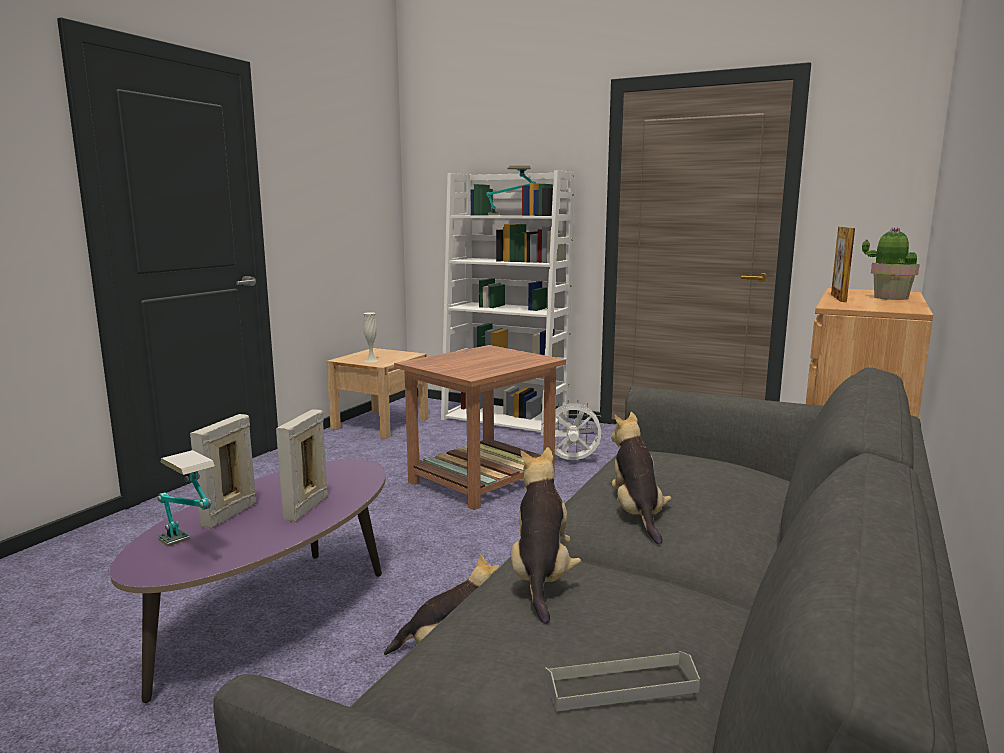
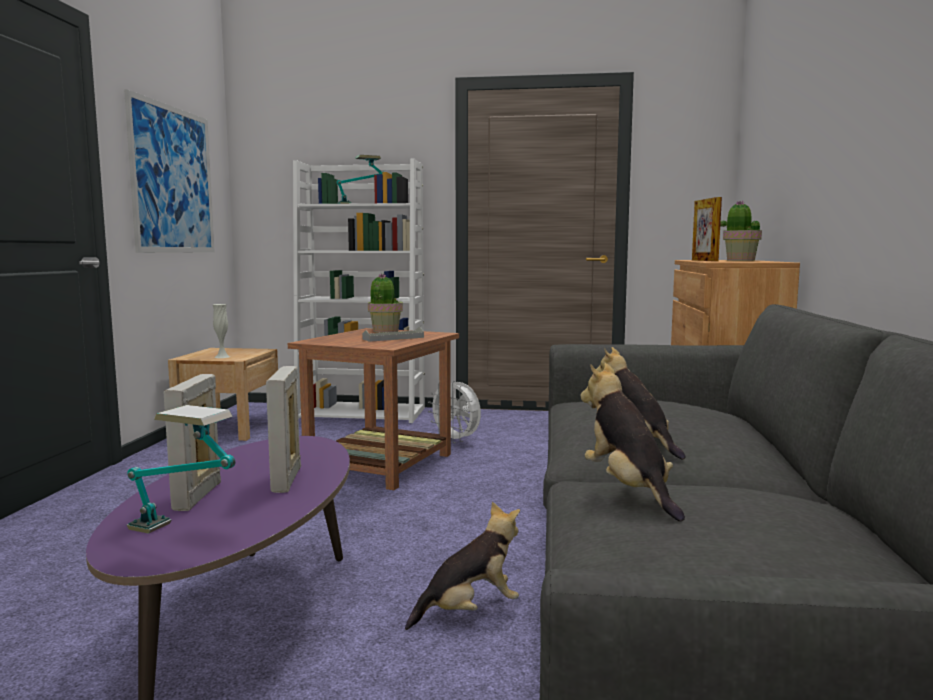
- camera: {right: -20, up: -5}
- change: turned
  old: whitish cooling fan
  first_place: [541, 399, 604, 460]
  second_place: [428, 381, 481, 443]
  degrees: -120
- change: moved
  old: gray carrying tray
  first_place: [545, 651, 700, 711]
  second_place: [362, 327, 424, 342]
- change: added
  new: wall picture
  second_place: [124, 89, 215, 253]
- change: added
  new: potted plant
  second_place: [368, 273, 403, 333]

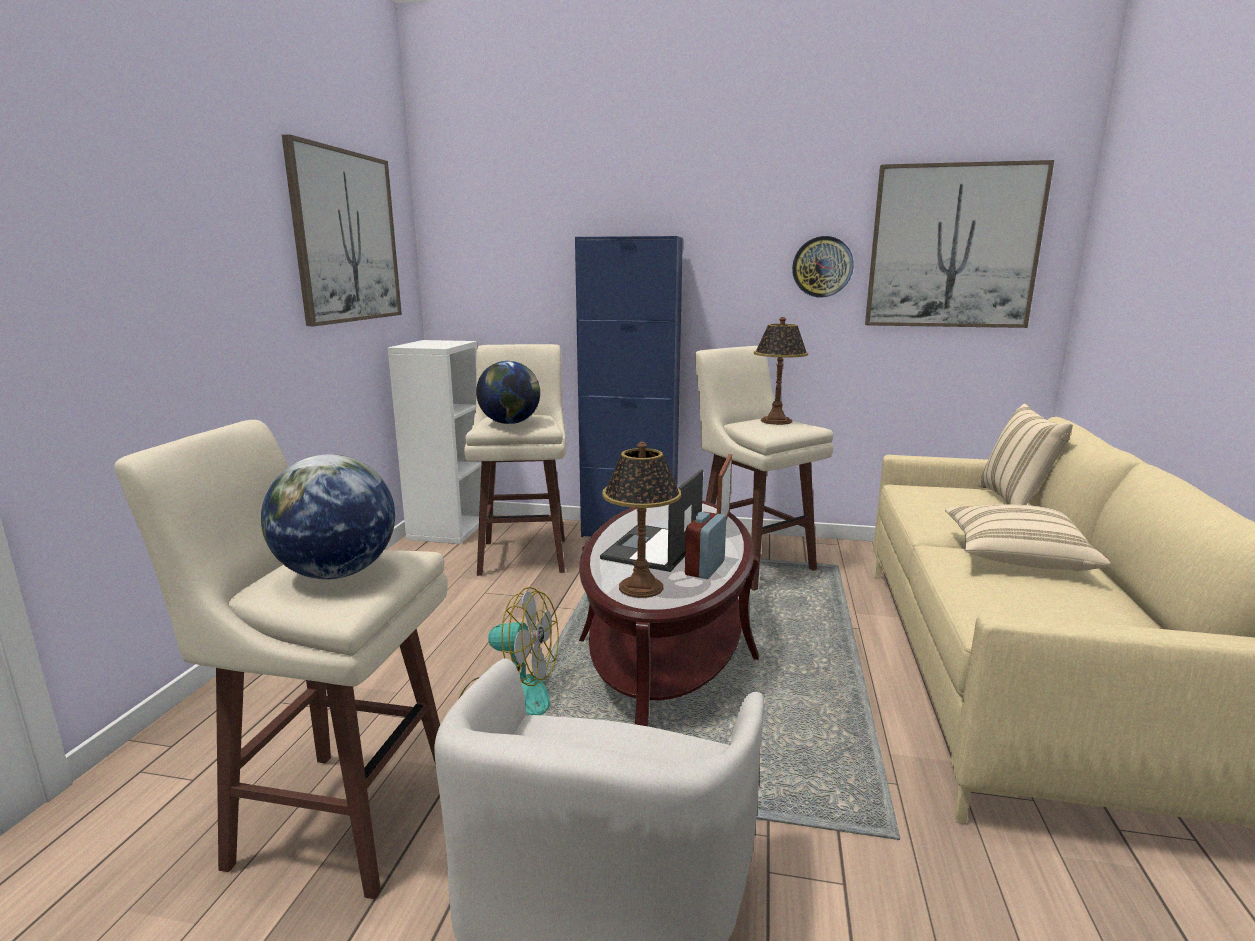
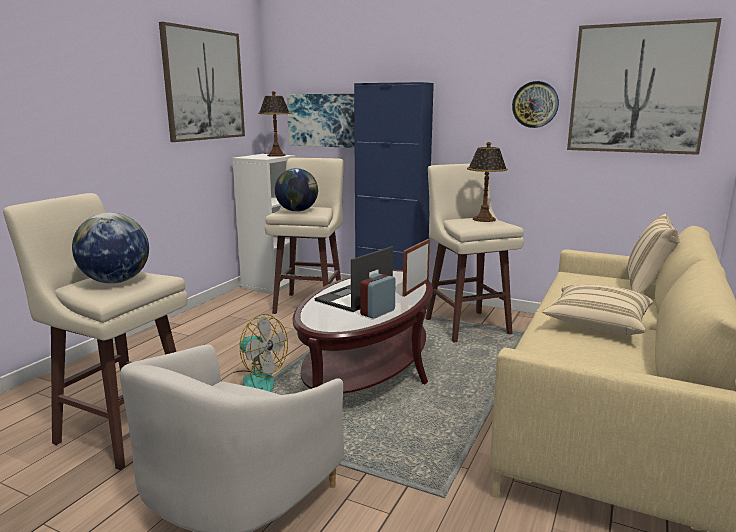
- camera: {right: 15, up: 0}
- change: moved
  old: tabletop lamp
  first_place: [602, 442, 681, 598]
  second_place: [258, 91, 291, 157]
- change: added
  new: wall picture
  second_place: [287, 94, 355, 148]

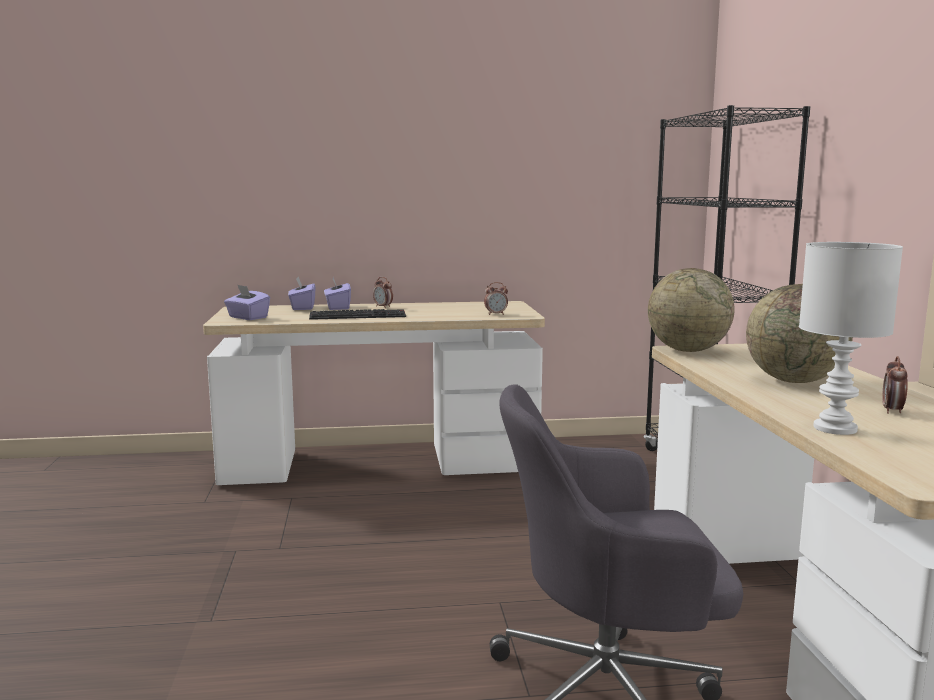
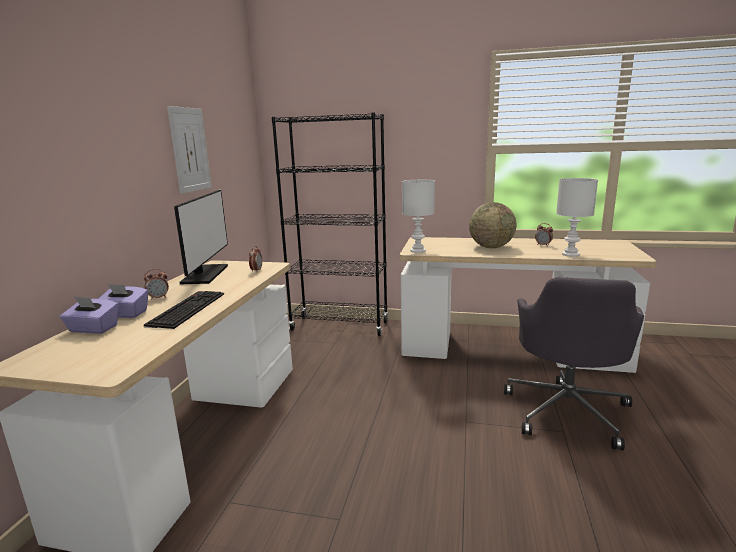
- camera: {right: -70, up: 5}
- change: removed
  old: purplish tissue holder
  first_place: [224, 285, 270, 320]
- change: replaced
  old: desk globe
  new: whitish tabletop lamp
  first_place: [648, 268, 735, 352]
  second_place: [402, 180, 435, 253]
- change: added
  new: wall picture
  second_place: [167, 106, 212, 194]
- change: added
  new: monitor
  second_place: [174, 190, 228, 285]

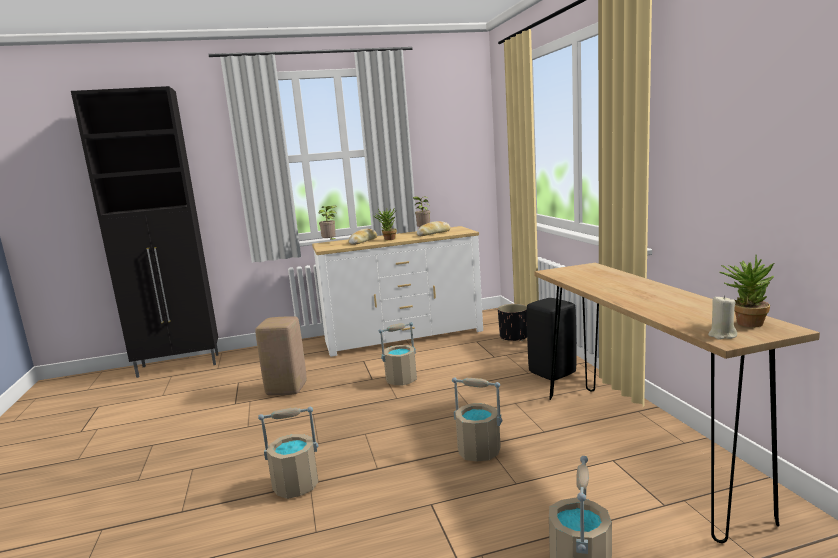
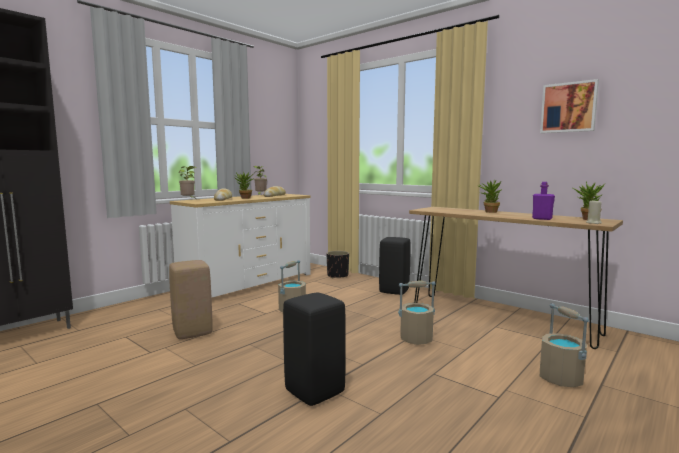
- camera: {right: -35, up: -5}
- change: replaced
  old: sand-coloured water bucket
  new: black-coloured sitting stool
  first_place: [258, 407, 319, 499]
  second_place: [283, 292, 346, 406]
- change: added
  new: potted plant
  second_place: [478, 180, 502, 213]
- change: added
  new: purplish bottle
  second_place: [532, 182, 555, 220]
- change: added
  new: wall picture
  second_place: [540, 79, 599, 133]

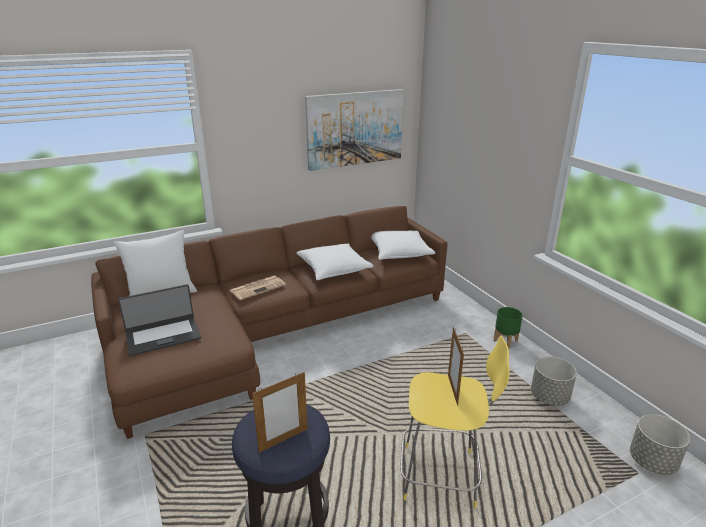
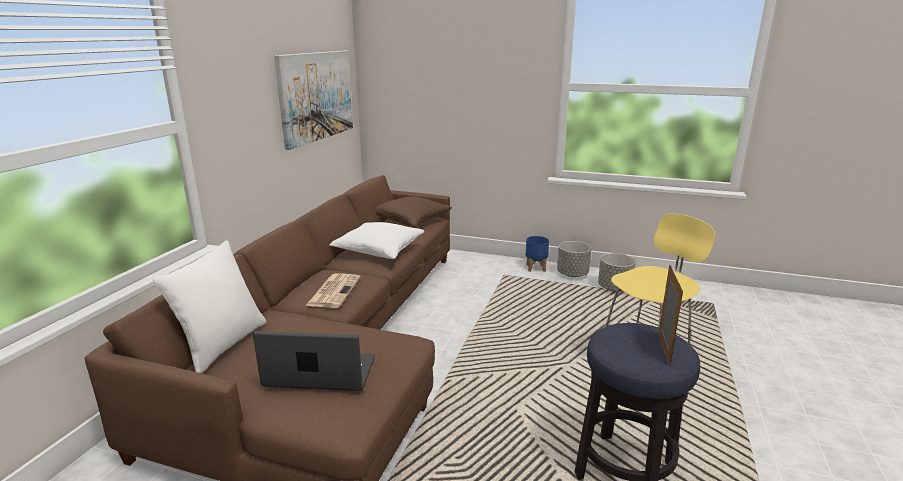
- camera: {right: -45, up: -5}
- change: turned
  old: notebook computer
  first_place: [118, 284, 201, 356]
  second_place: [253, 331, 375, 391]
  degrees: -105
- change: recoloured
  old: whitish pillow
  new: brown-coloured pillow
  first_place: [371, 231, 435, 260]
  second_place: [376, 197, 452, 227]
- change: removed
  old: standing frame
  first_place: [448, 327, 464, 406]
- change: recoloured
  old: green-coloured plant pot
  new: blue plant pot
  first_place: [494, 307, 523, 348]
  second_place: [526, 236, 549, 272]
- change: moved
  old: gray plant pot
  first_place: [630, 414, 690, 475]
  second_place: [557, 241, 591, 277]

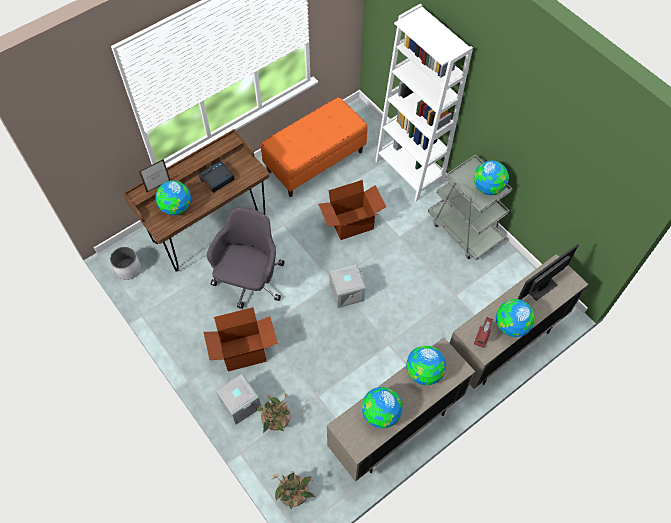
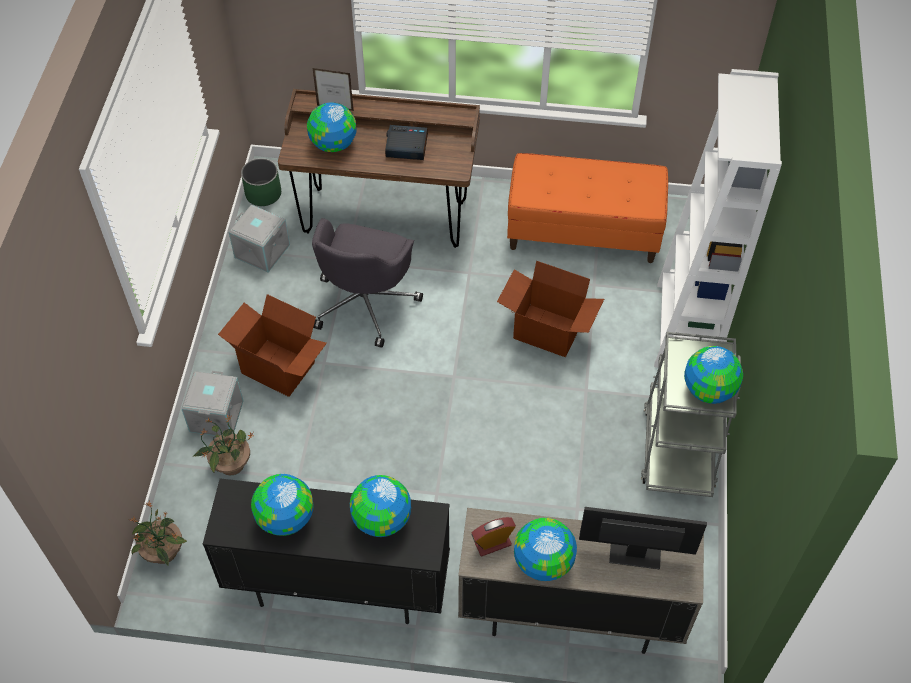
- camera: {right: 45, up: -5}
- change: recoloured
  old: whitish plant pot
  new: green-coloured plant pot
  first_place: [110, 246, 141, 280]
  second_place: [241, 158, 281, 206]
- change: turned
  old: gray computer chair
  first_place: [207, 207, 284, 309]
  second_place: [312, 218, 423, 348]
  degrees: 135
- change: recoloured
  old: sand-coloured cabinet
  new: black-coloured cabinet
  first_place: [327, 337, 475, 482]
  second_place: [203, 479, 450, 624]
- change: moved
  old: gray storage box
  first_place: [329, 264, 366, 308]
  second_place: [228, 204, 290, 272]

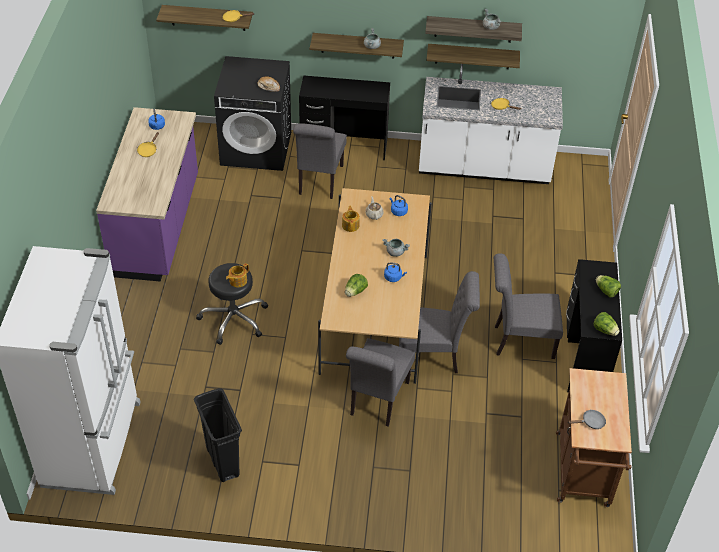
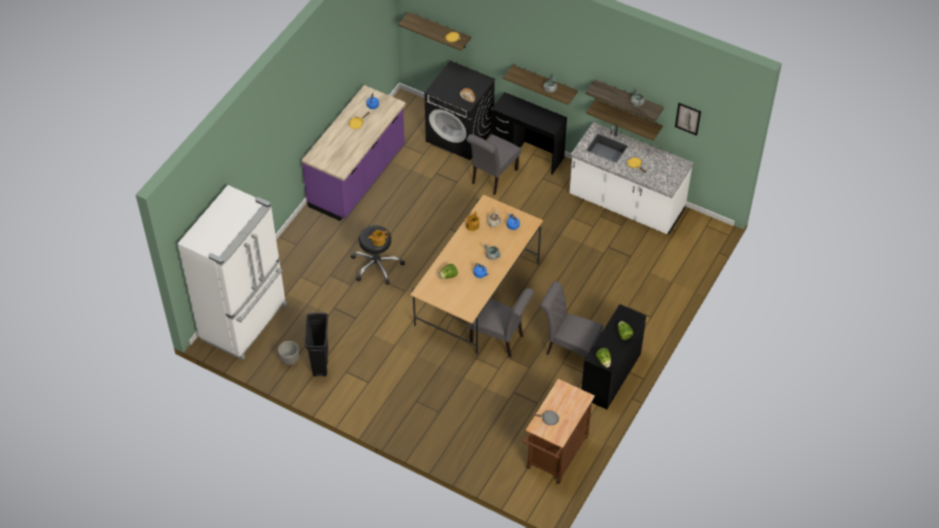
- camera: {right: 25, up: 5}
- change: removed
  old: gray plain chair
  first_place: [346, 338, 415, 427]
- change: added
  new: plant pot
  second_place: [278, 341, 299, 365]
- change: added
  new: wall picture
  second_place: [675, 103, 701, 136]

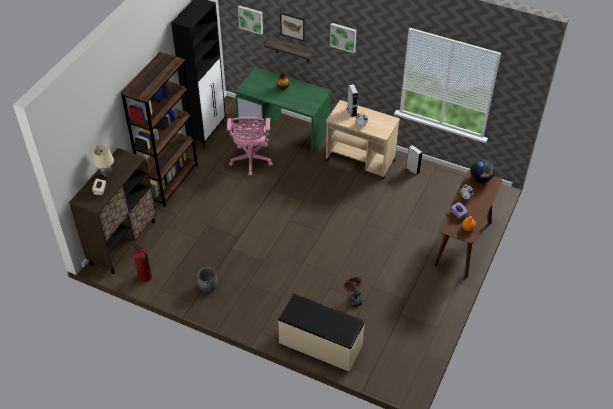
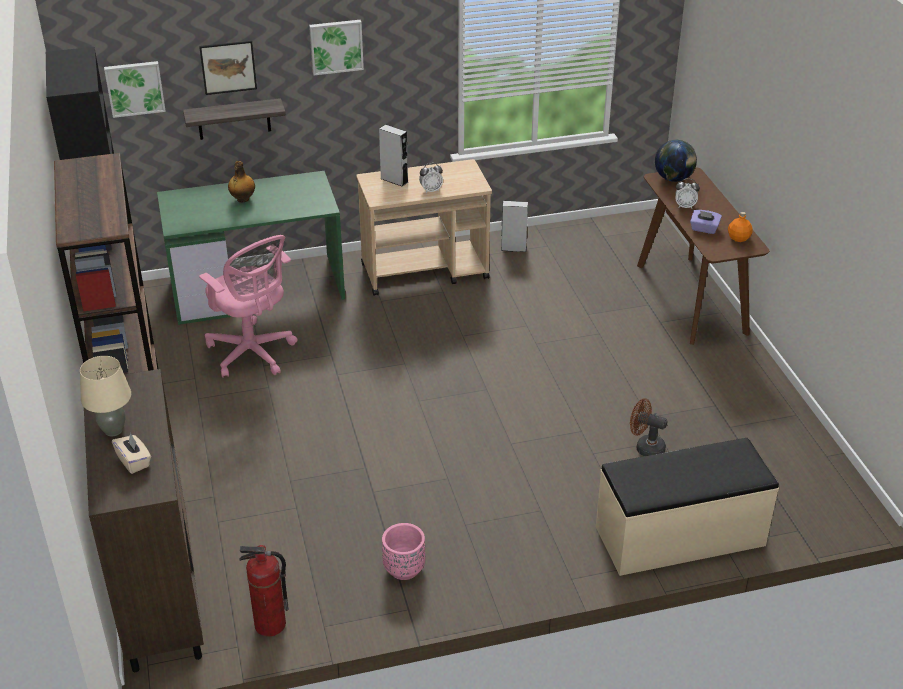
- camera: {right: -40, up: -10}
- change: recoloured
  old: gray plant pot
  new: pink plant pot
  first_place: [197, 267, 218, 292]
  second_place: [382, 523, 425, 580]

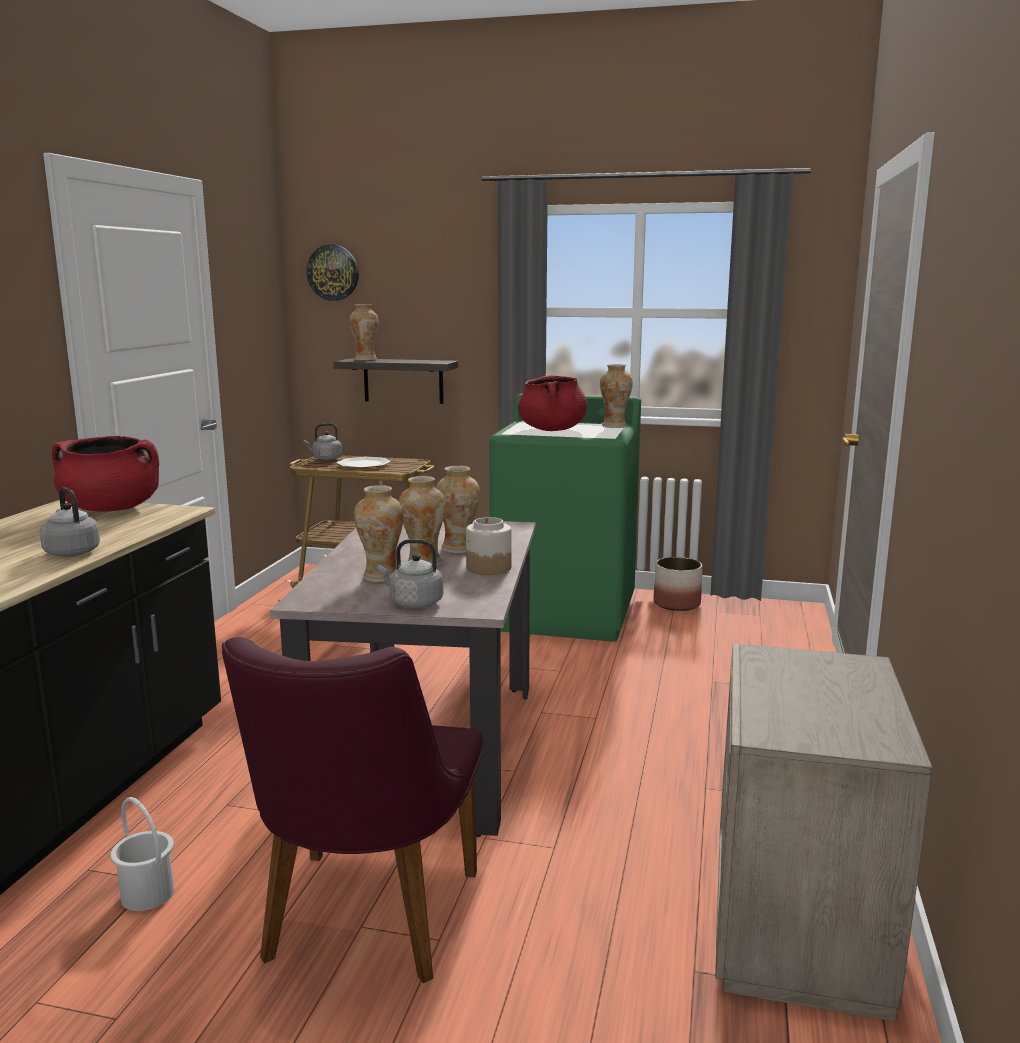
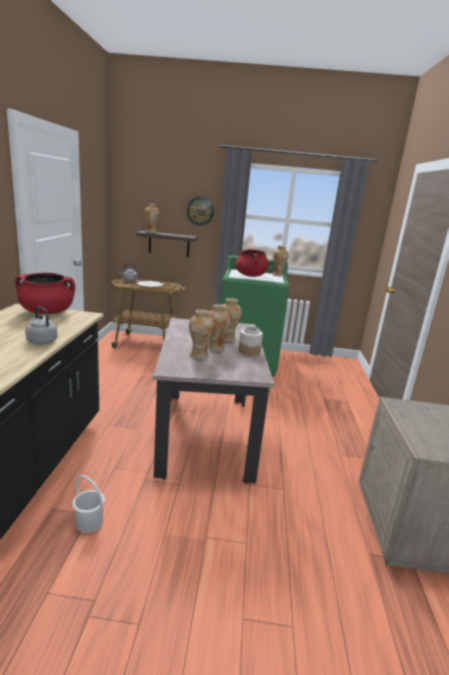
- camera: {right: -10, up: 5}
- change: removed
  old: purplish plain chair
  first_place: [222, 637, 483, 983]
- change: moved
  old: clock on the wall
  first_place: [306, 245, 359, 301]
  second_place: [186, 197, 214, 226]
- change: removed
  old: gray water kettle
  first_place: [377, 539, 444, 608]
- change: removed
  old: plant pot
  first_place: [654, 557, 703, 611]

